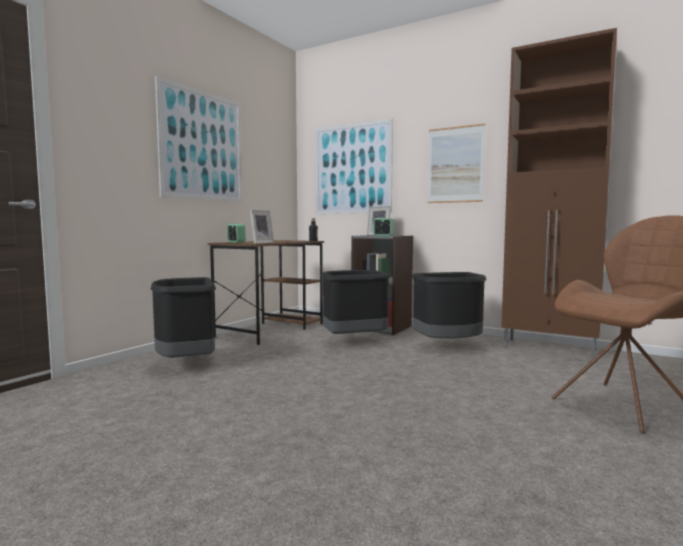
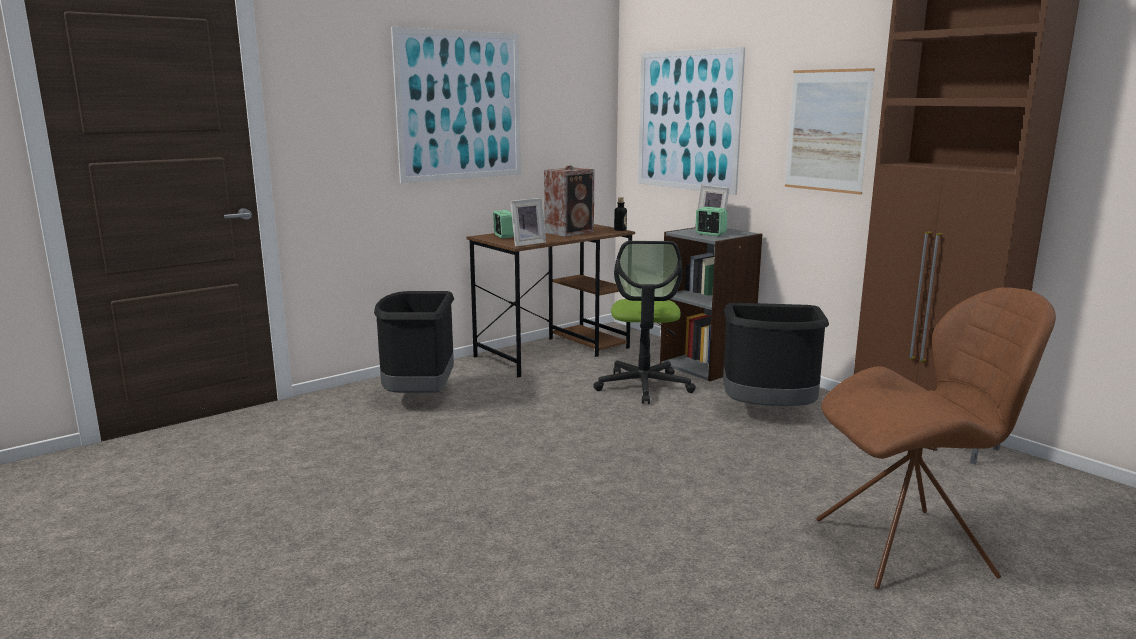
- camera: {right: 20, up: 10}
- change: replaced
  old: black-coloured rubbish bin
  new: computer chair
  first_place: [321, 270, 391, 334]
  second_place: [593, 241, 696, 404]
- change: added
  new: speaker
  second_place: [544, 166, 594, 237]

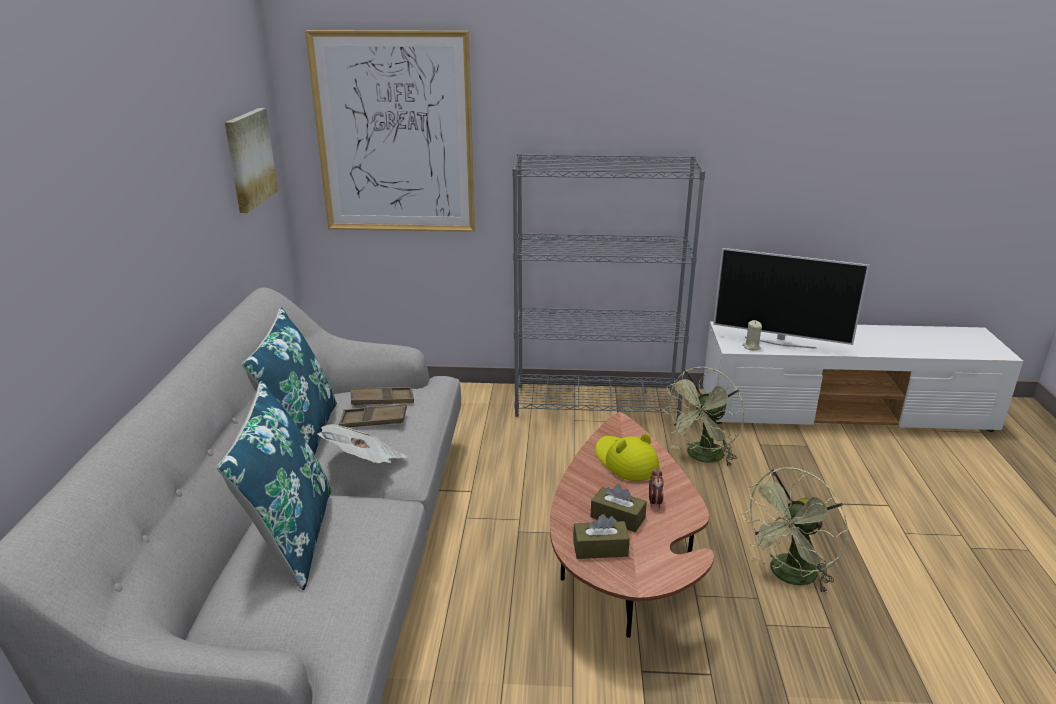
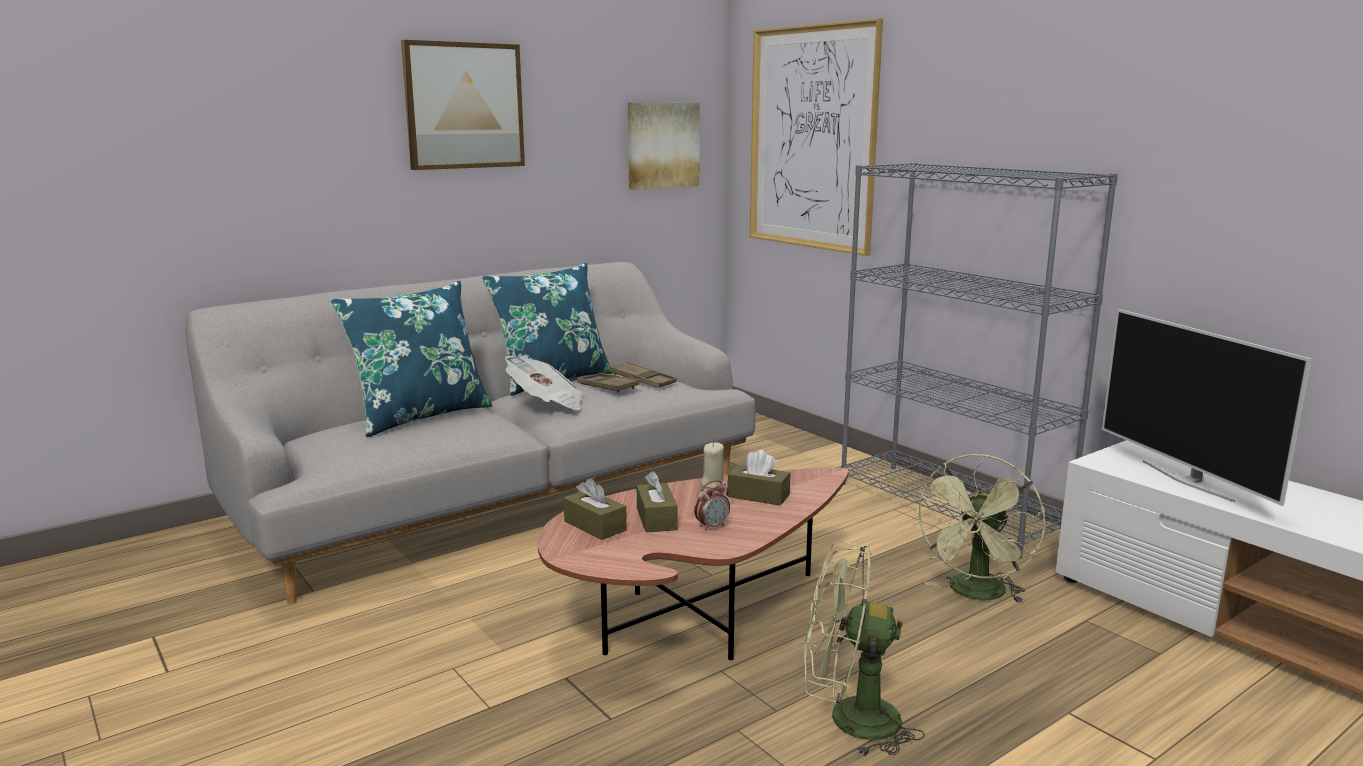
- camera: {right: 50, up: -10}
- change: replaced
  old: yellowish hat
  new: brown-coloured tissue holder
  first_place: [595, 433, 659, 481]
  second_place: [728, 450, 791, 506]
- change: turned
  old: green-coloured cooling fan
  first_place: [663, 367, 745, 467]
  second_place: [913, 454, 1045, 604]
  degrees: -60
- change: moved
  old: sand-coloured wax candle
  first_place: [743, 320, 762, 351]
  second_place: [700, 442, 726, 489]
- change: added
  new: wall picture
  second_place: [401, 40, 525, 170]

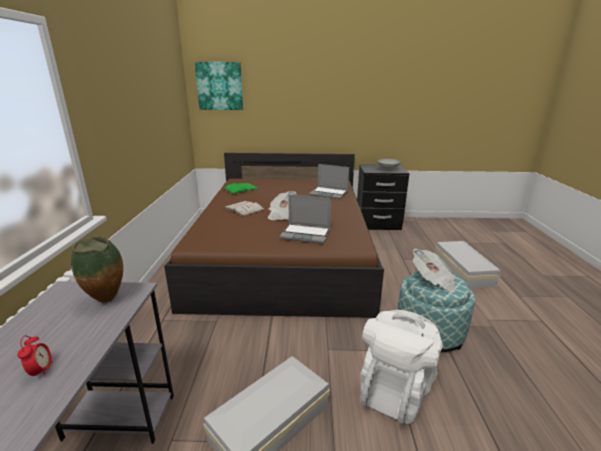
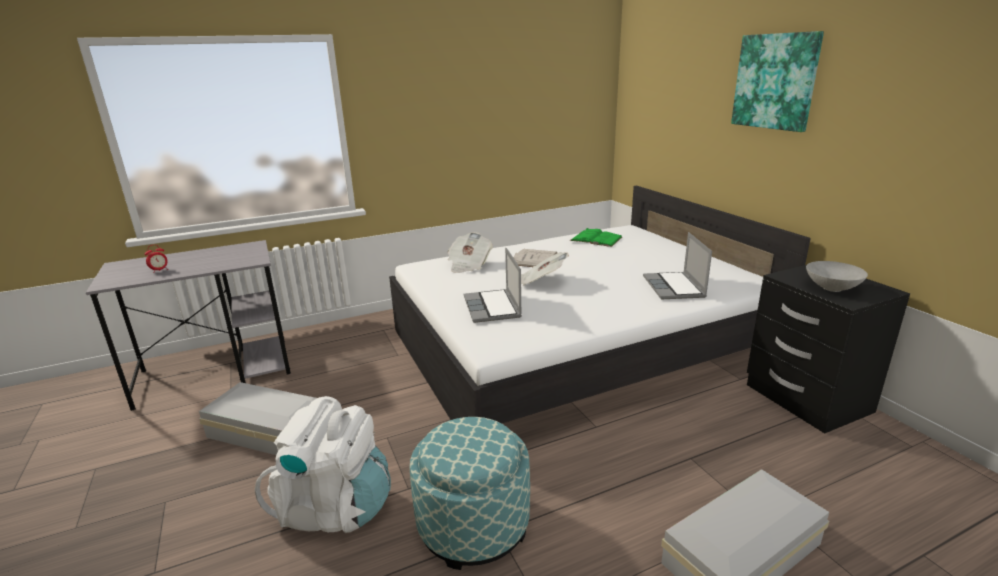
- camera: {right: 65, up: 0}
- change: removed
  old: vase
  first_place: [71, 236, 123, 303]
- change: recoloured
  old: brown-coloured bed
  new: whitish bed
  first_place: [164, 153, 384, 318]
  second_place: [389, 185, 811, 423]
- change: moved
  old: wall picture
  first_place: [195, 62, 243, 110]
  second_place: [731, 31, 824, 132]
- change: moved
  old: newspaper
  first_place: [413, 248, 456, 293]
  second_place: [448, 232, 493, 273]

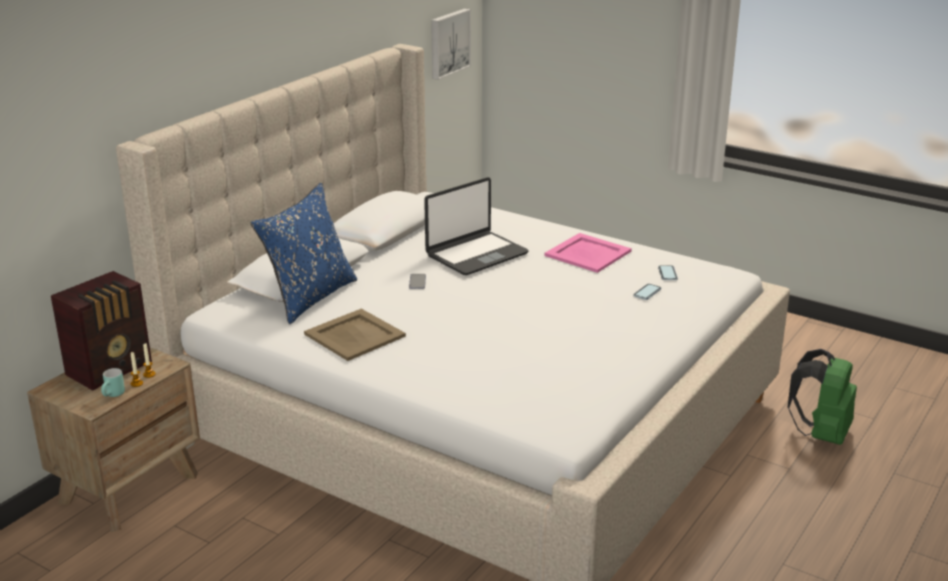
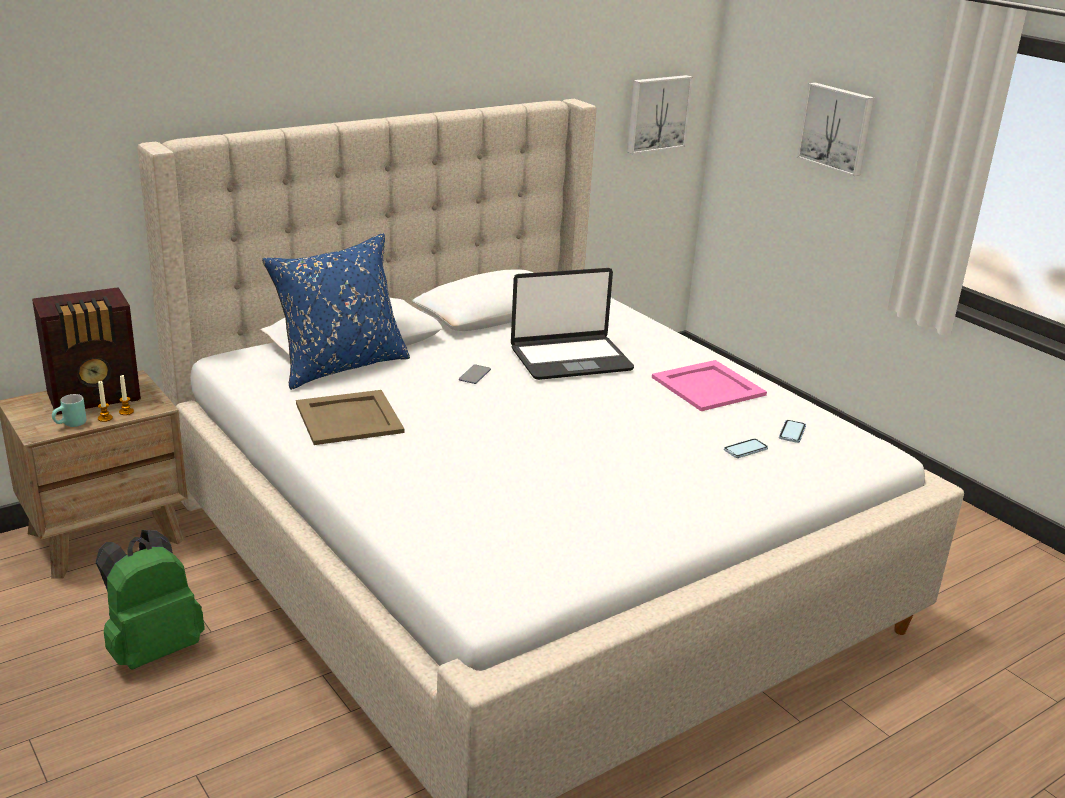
- camera: {right: 20, up: 0}
- change: moved
  old: green-coloured knapsack
  first_place: [788, 349, 857, 445]
  second_place: [96, 530, 205, 669]
- change: added
  new: wall picture
  second_place: [797, 82, 874, 176]

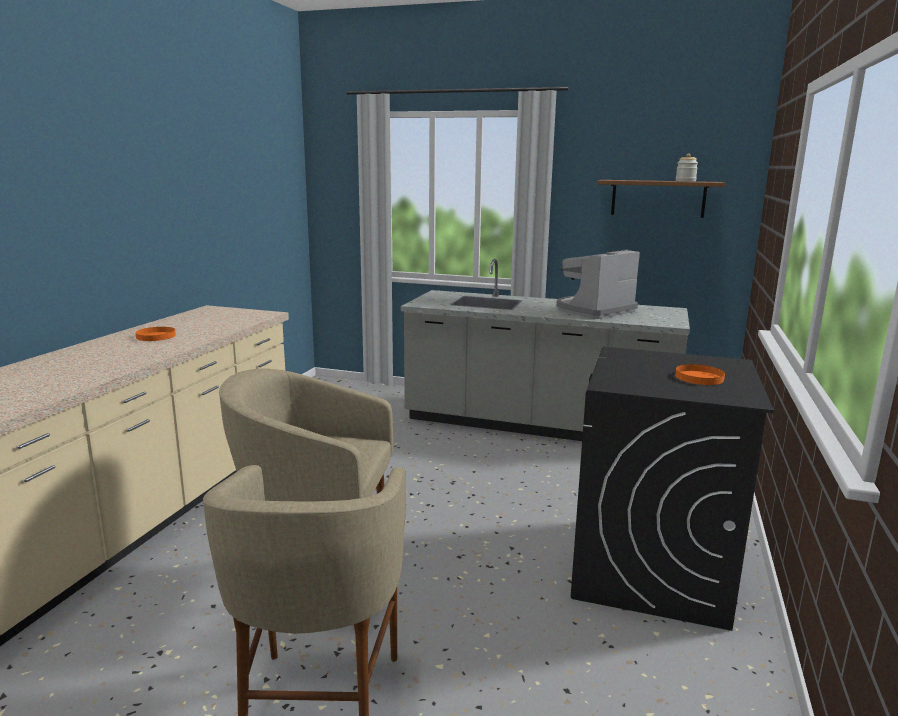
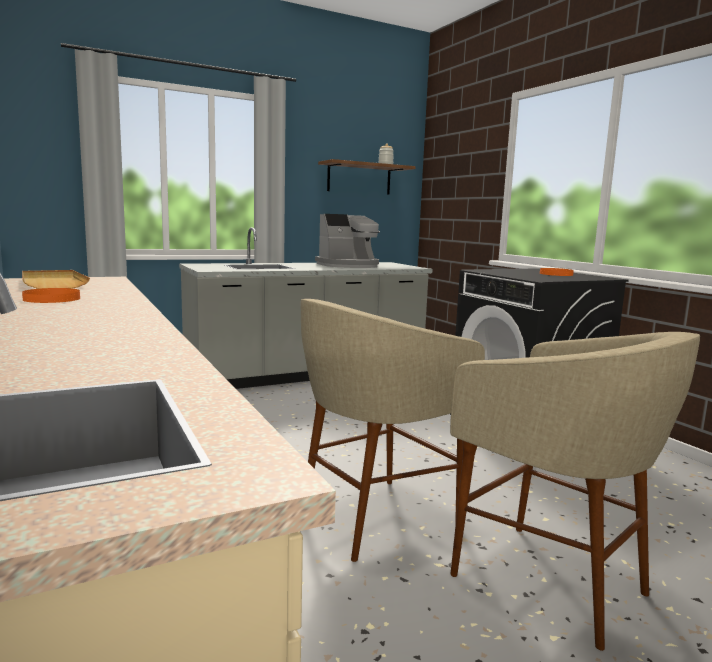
- camera: {right: -45, up: -5}
- change: turned
  old: coffee machine
  first_place: [556, 249, 640, 319]
  second_place: [315, 214, 380, 268]
  degrees: -120
- change: added
  new: sand-coloured carrying tray
  second_place: [22, 270, 90, 289]

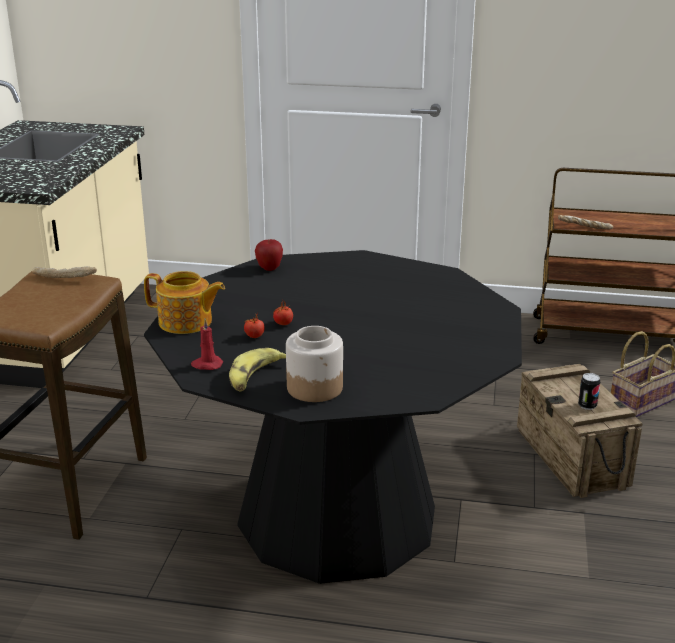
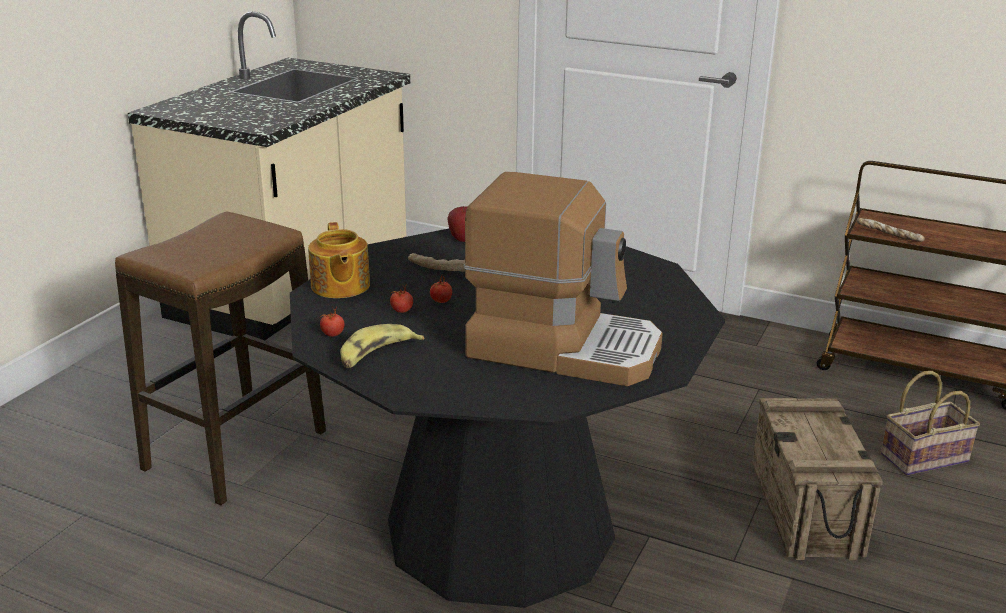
- camera: {right: 15, up: 0}
- change: moved
  old: baked bread
  first_place: [32, 266, 97, 278]
  second_place: [408, 253, 465, 272]
- change: turned
  old: teapot
  first_place: [144, 271, 225, 334]
  second_place: [308, 222, 370, 298]
  degrees: 45
- change: replaced
  old: red wax candle
  new: whole tomato
  first_place: [191, 318, 223, 370]
  second_place: [320, 306, 345, 337]
- change: removed
  old: jar
  first_place: [286, 326, 343, 402]
- change: removed
  old: metal can
  first_place: [578, 373, 600, 410]
- change: added
  new: coffee machine
  second_place: [464, 172, 663, 386]

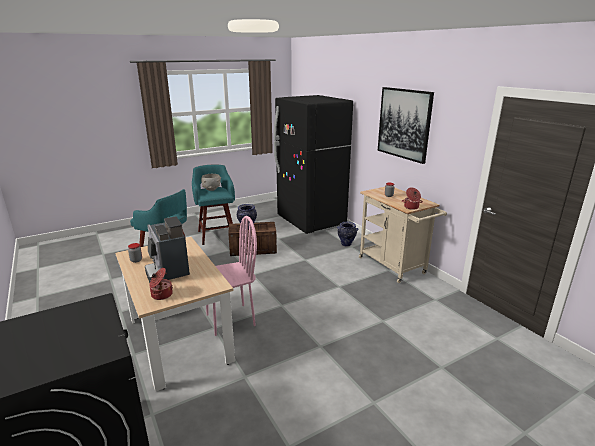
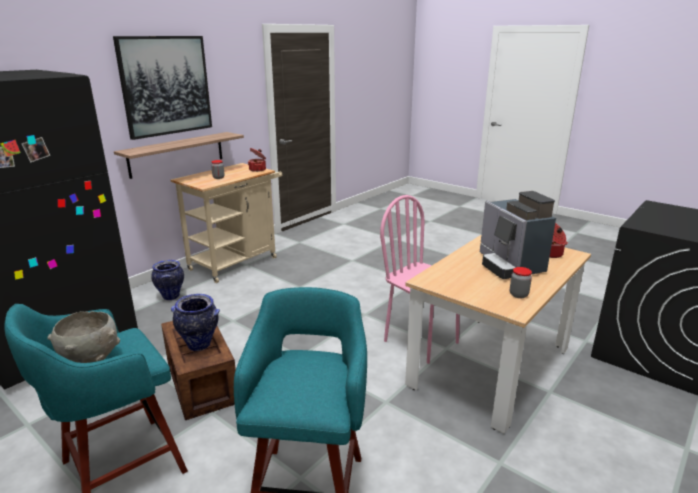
- camera: {right: -110, up: 0}
- change: turned
  old: coffee machine
  first_place: [145, 216, 190, 283]
  second_place: [480, 191, 556, 279]
  degrees: 120
- change: added
  new: wall shelf
  second_place: [114, 132, 244, 179]

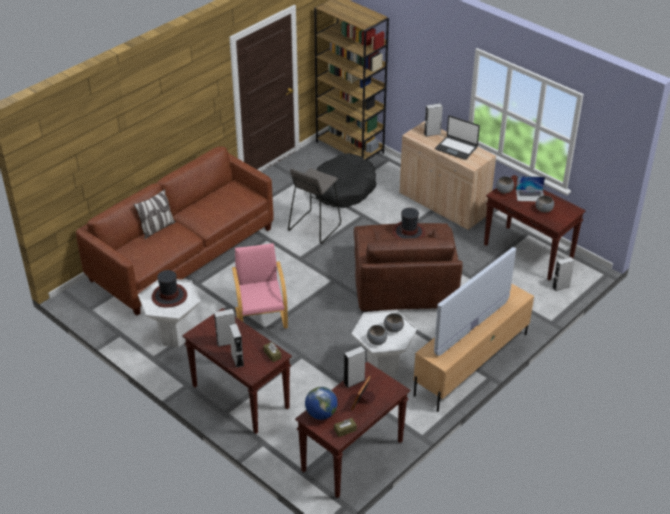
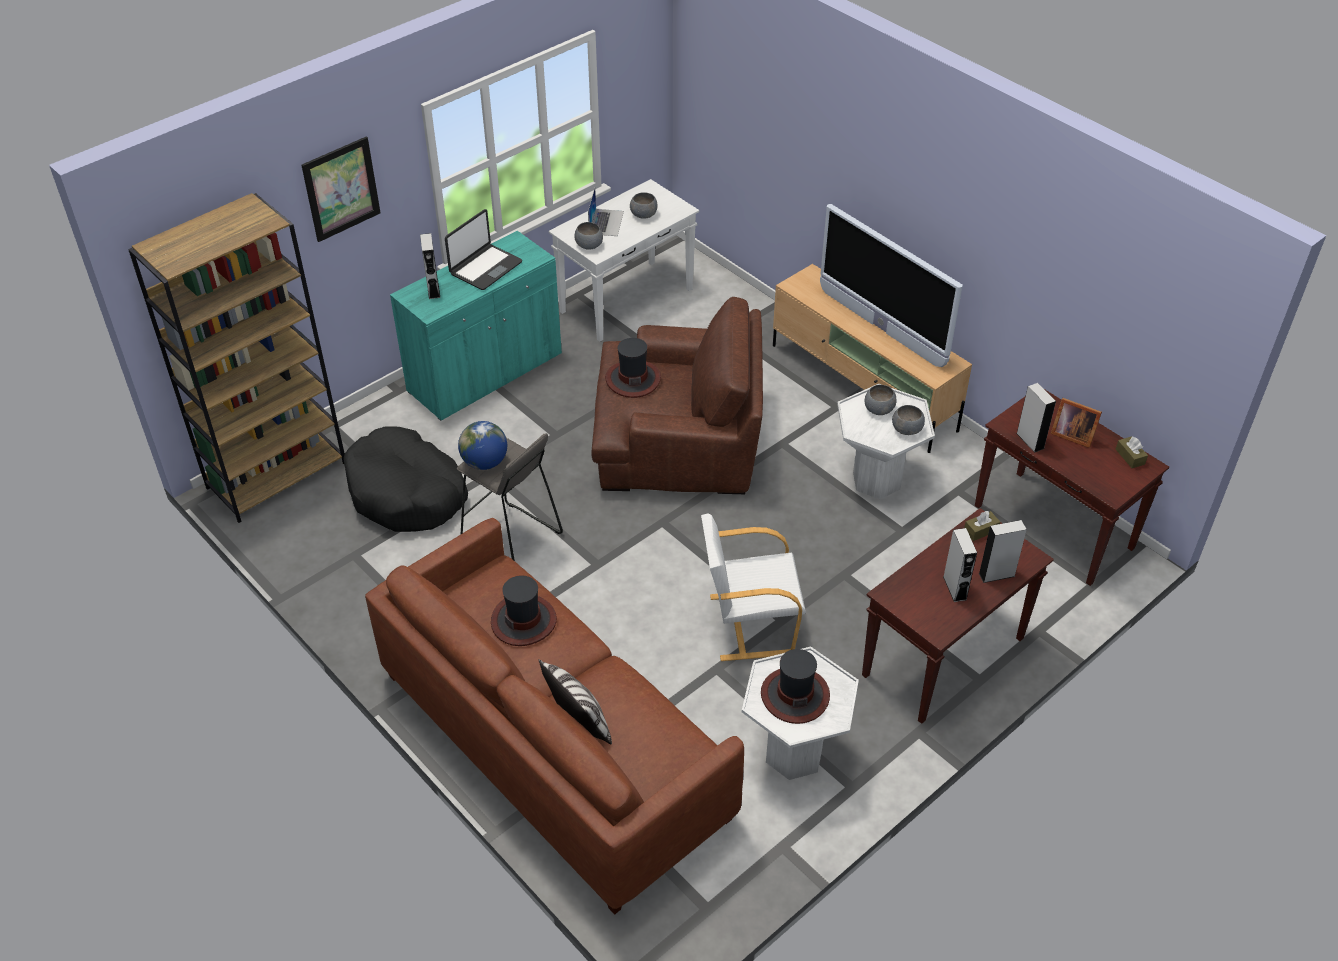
- camera: {right: -85, up: 5}
- change: recoloured
  old: pink lounge chair
  new: whitish lounge chair
  first_place: [232, 243, 288, 328]
  second_place: [701, 514, 805, 661]
- change: moved
  old: desk globe
  first_place: [305, 387, 338, 420]
  second_place: [458, 421, 507, 470]
- change: recoloured
  old: sand-coloured cabinet
  new: turquoise cabinet
  first_place: [400, 121, 496, 230]
  second_place: [390, 231, 562, 421]
- change: recoloured
  old: brown-coloured console table
  new: whitish console table
  first_place: [484, 175, 586, 281]
  second_place: [549, 179, 699, 342]
- change: removed
  old: gray speaker
  first_place: [552, 257, 575, 291]
- change: added
  new: wall picture
  second_place: [301, 136, 381, 242]
- change: added
  new: hat
  second_place: [491, 576, 557, 646]

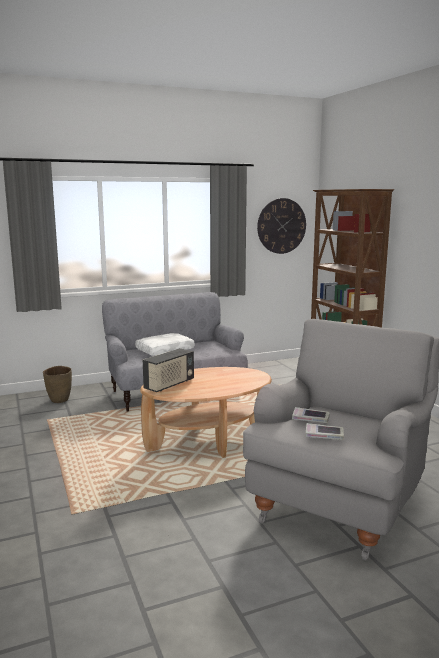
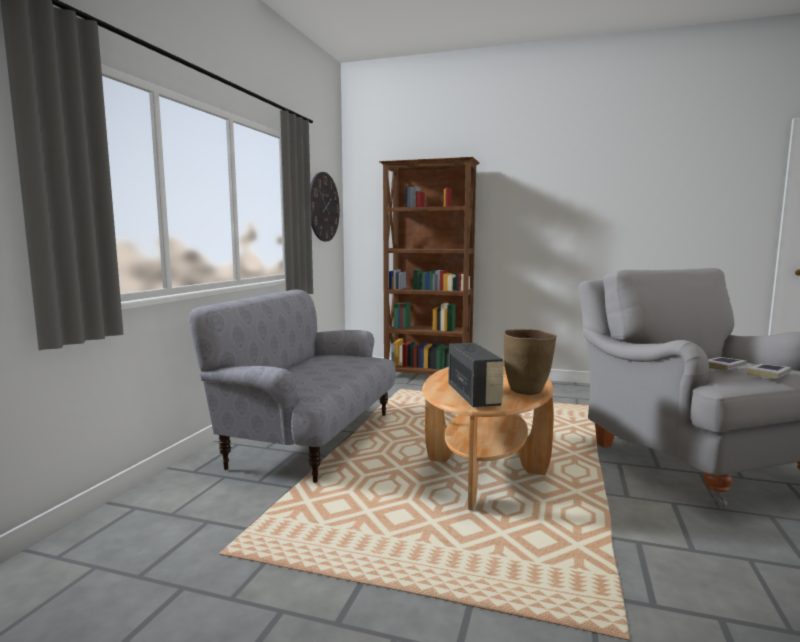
- camera: {right: -50, up: -5}
- change: moved
  old: brown-coloured vase
  first_place: [43, 366, 72, 403]
  second_place: [504, 329, 556, 395]
- change: removed
  old: whitish pillow
  first_place: [135, 333, 194, 356]

